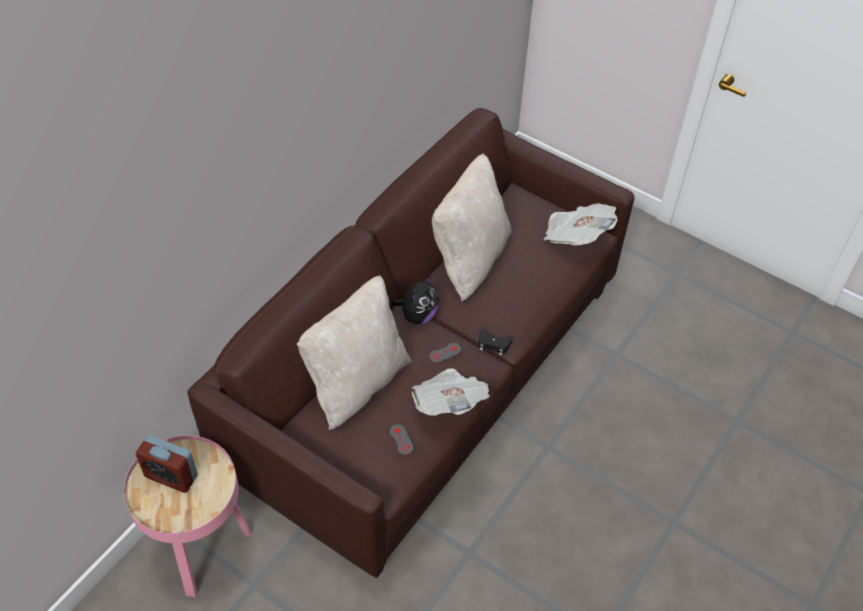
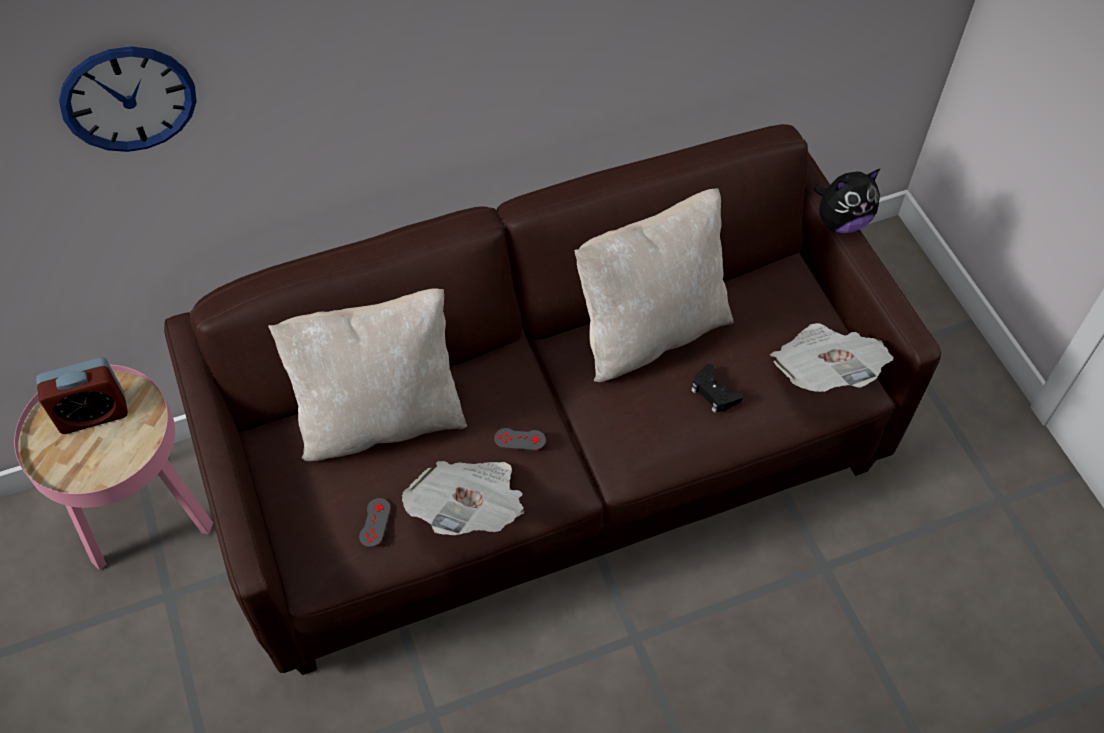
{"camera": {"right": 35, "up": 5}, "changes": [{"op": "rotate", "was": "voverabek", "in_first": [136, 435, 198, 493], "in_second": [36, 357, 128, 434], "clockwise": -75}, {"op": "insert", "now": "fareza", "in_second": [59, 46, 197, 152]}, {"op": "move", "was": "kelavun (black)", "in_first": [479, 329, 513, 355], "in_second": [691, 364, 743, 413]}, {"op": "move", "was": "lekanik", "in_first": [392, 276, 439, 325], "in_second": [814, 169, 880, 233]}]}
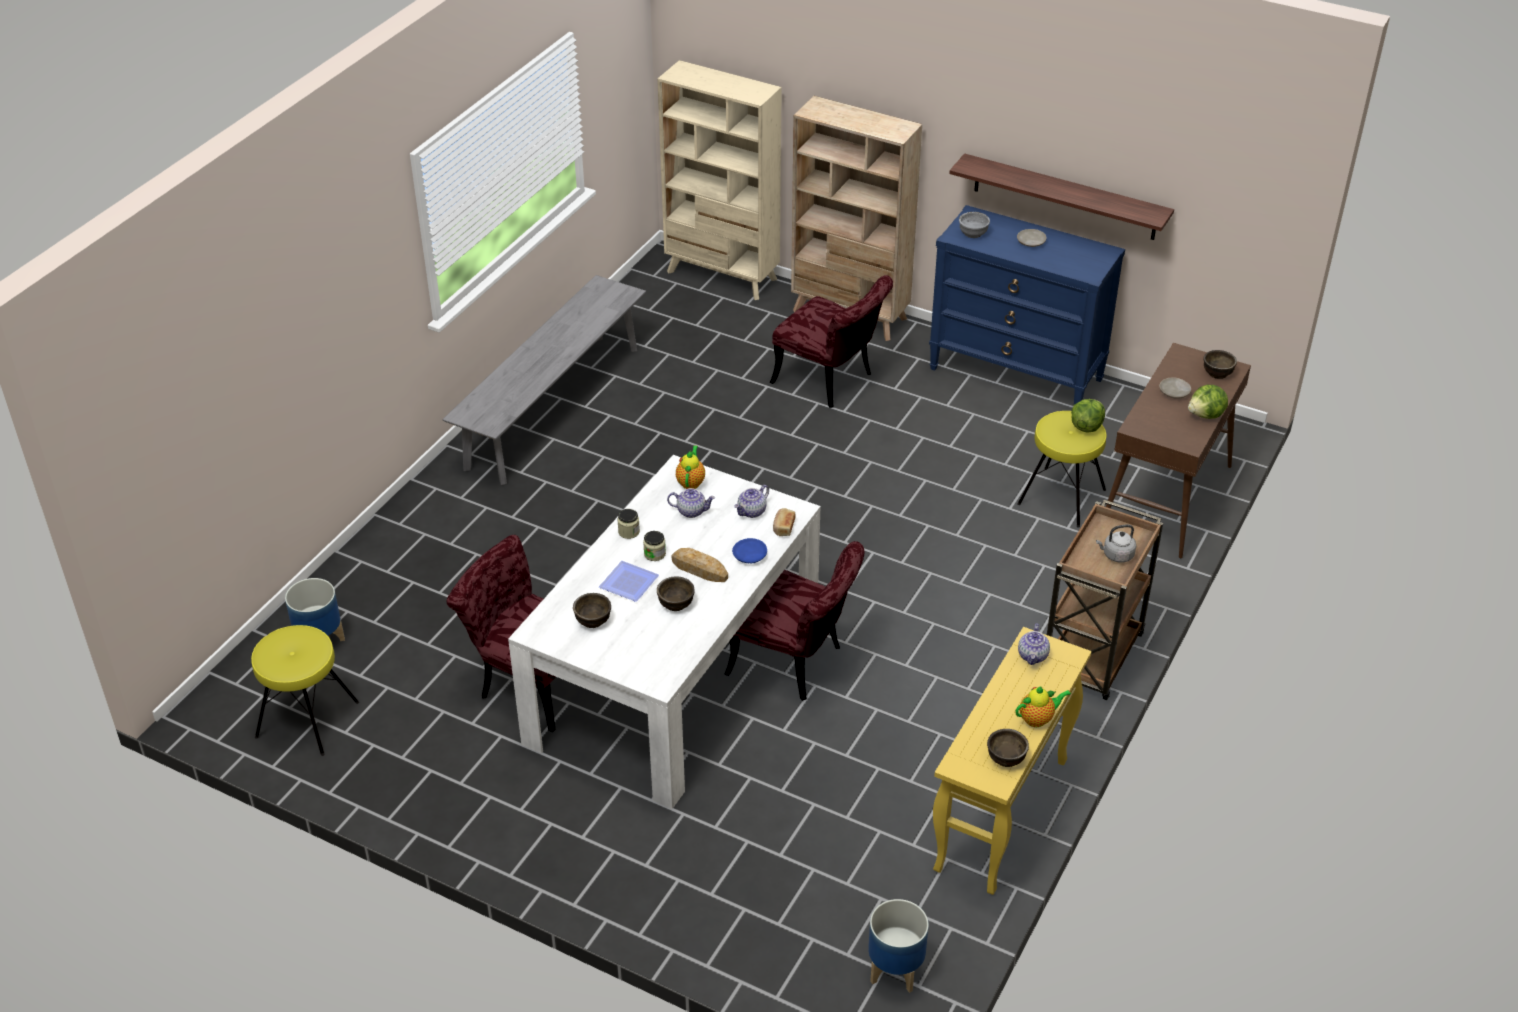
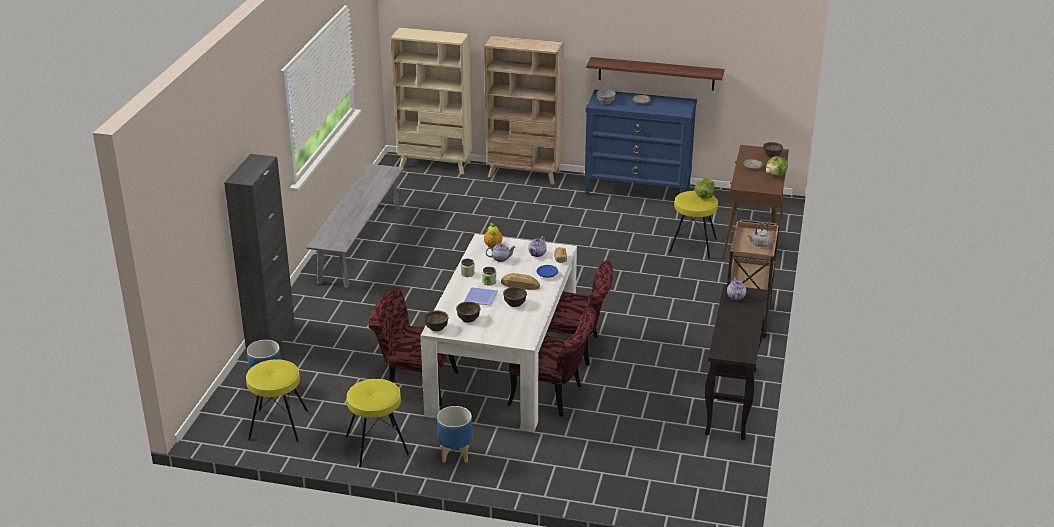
{"camera": {"right": -15, "up": -10}, "changes": [{"op": "insert", "now": "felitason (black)", "in_second": [224, 154, 295, 352]}, {"op": "insert", "now": "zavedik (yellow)", "in_second": [345, 379, 410, 468]}, {"op": "move", "was": "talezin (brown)", "in_first": [987, 729, 1029, 767], "in_second": [424, 310, 448, 331]}, {"op": "move", "was": "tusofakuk", "in_first": [868, 899, 929, 993], "in_second": [437, 406, 472, 463]}, {"op": "move", "was": "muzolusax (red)", "in_first": [770, 275, 893, 408], "in_second": [507, 308, 597, 417]}, {"op": "recolor", "was": "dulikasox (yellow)", "now": "dulikasox (black)", "in_first": [933, 627, 1091, 895], "in_second": [705, 285, 768, 440]}, {"op": "delete", "was": "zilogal", "in_first": [1015, 686, 1071, 727]}]}
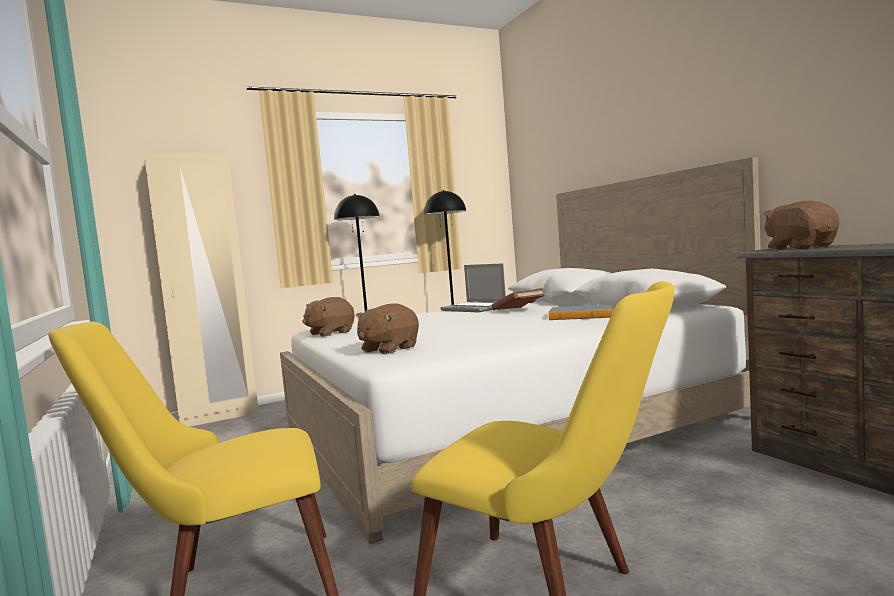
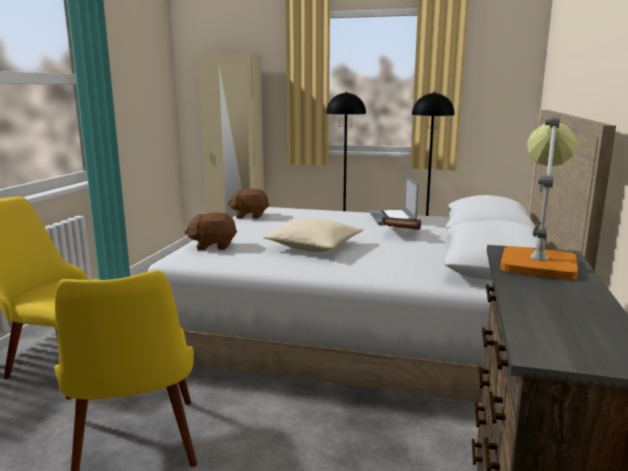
{"camera": {"right": 40, "up": 10}, "changes": [{"op": "insert", "now": "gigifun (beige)", "in_second": [263, 218, 364, 252]}, {"op": "replace", "was": "lekanik (brown)", "now": "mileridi", "in_first": [764, 201, 839, 250], "in_second": [500, 116, 578, 280]}, {"op": "delete", "was": "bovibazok", "in_first": [549, 305, 613, 320]}]}
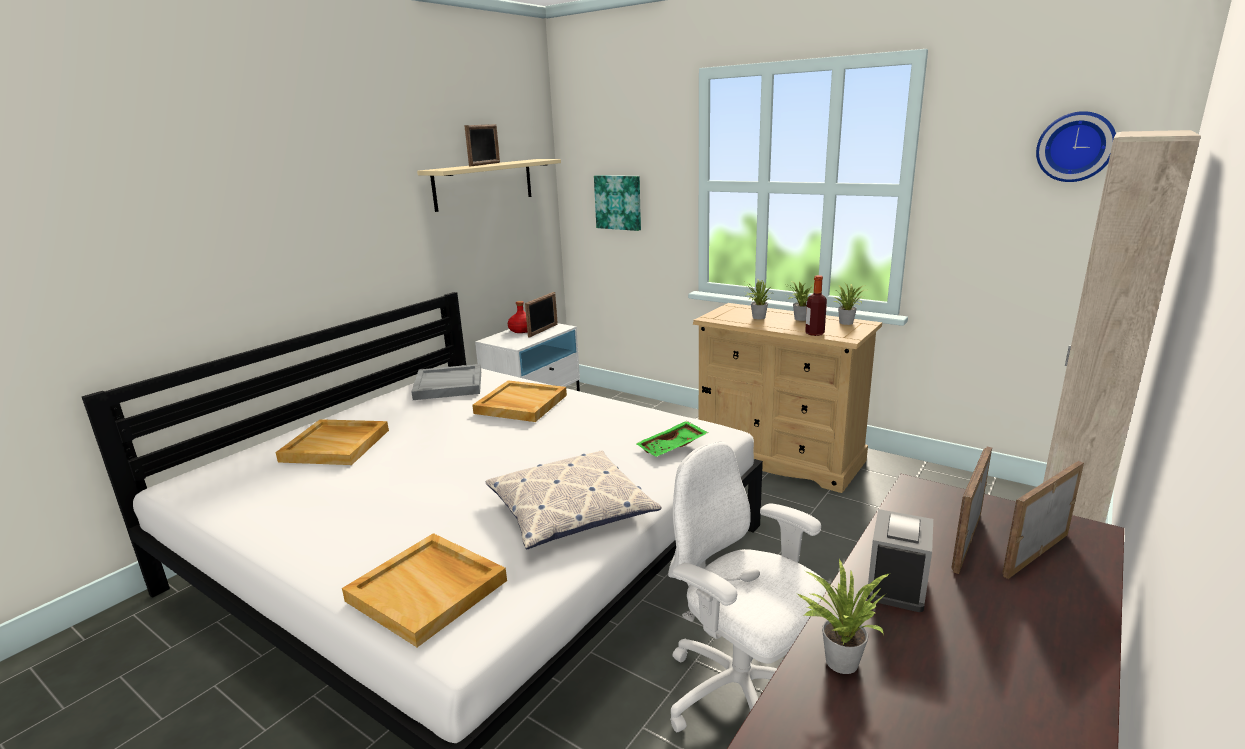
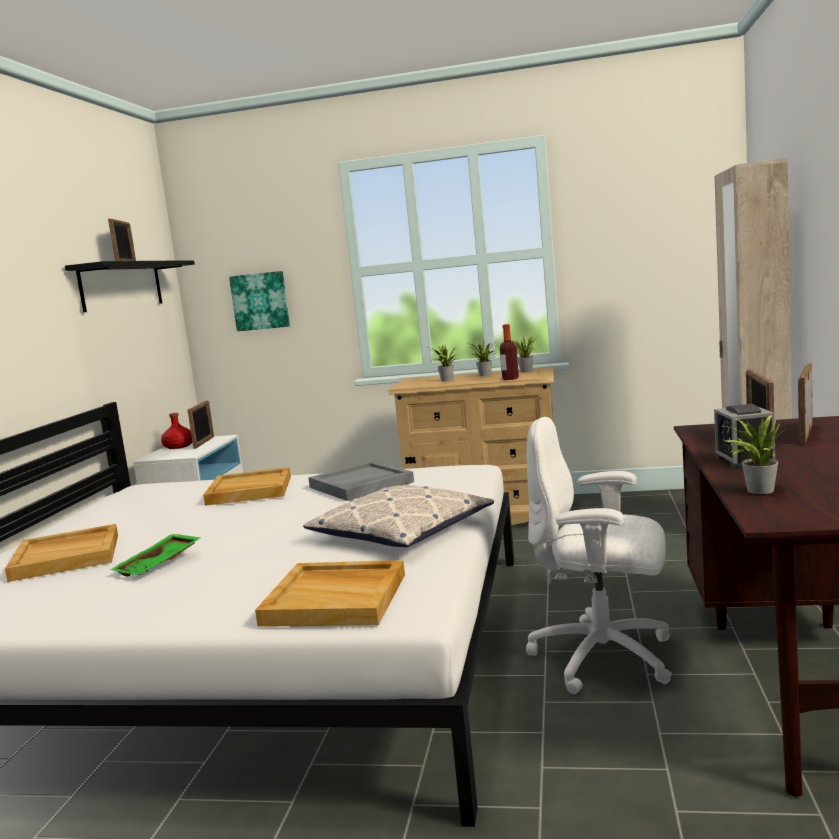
{"camera": {"right": -25, "up": -10}, "changes": [{"op": "recolor", "was": "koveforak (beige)", "now": "koveforak (black)", "in_first": [417, 159, 561, 212], "in_second": [65, 260, 195, 313]}, {"op": "move", "was": "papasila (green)", "in_first": [636, 421, 708, 457], "in_second": [110, 534, 200, 577]}, {"op": "move", "was": "papasila (grey)", "in_first": [411, 364, 481, 400], "in_second": [308, 461, 414, 501]}, {"op": "delete", "was": "fareza", "in_first": [1036, 111, 1116, 182]}]}
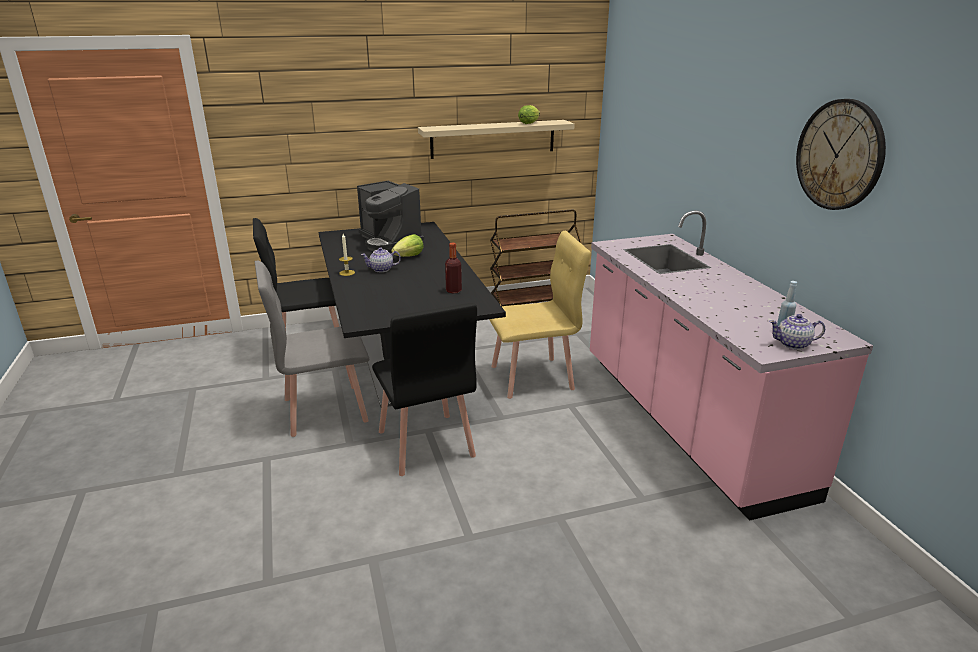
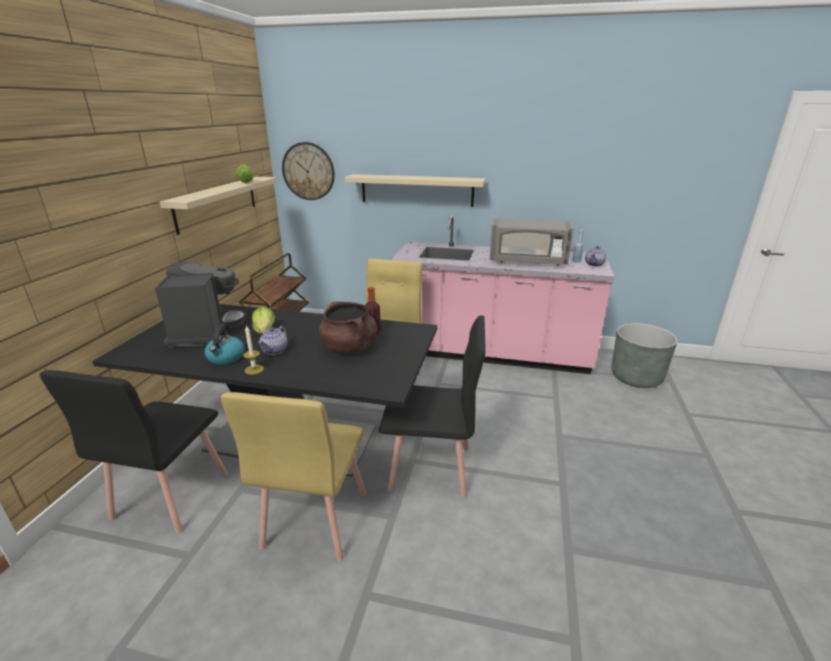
{"camera": {"right": -60, "up": 0}, "changes": [{"op": "rotate", "was": "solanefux", "in_first": [357, 181, 424, 251], "in_second": [155, 261, 246, 348], "clockwise": -90}, {"op": "insert", "now": "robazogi", "in_second": [205, 324, 244, 365]}, {"op": "recolor", "was": "muzolusax (grey)", "now": "muzolusax (yellow)", "in_first": [255, 261, 370, 437], "in_second": [221, 392, 366, 561]}, {"op": "move", "was": "fareza", "in_first": [796, 99, 886, 210], "in_second": [282, 142, 335, 200]}, {"op": "insert", "now": "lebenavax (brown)", "in_second": [319, 302, 377, 354]}, {"op": "insert", "now": "koveforak (beige)", "in_second": [345, 174, 486, 207]}, {"op": "insert", "now": "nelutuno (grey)", "in_second": [490, 219, 573, 266]}, {"op": "insert", "now": "tusofakuk (grey)", "in_second": [612, 323, 678, 388]}]}
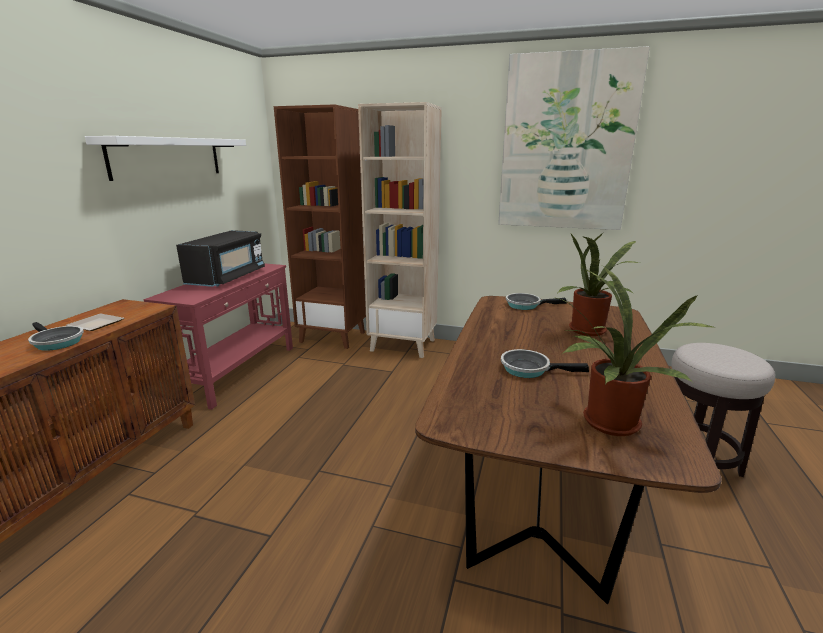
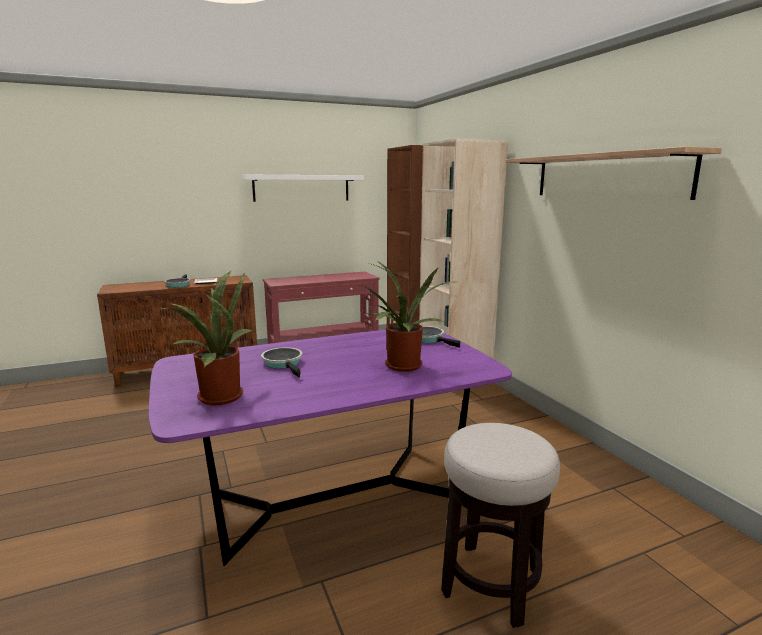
{"camera": {"right": 50, "up": -5}, "changes": [{"op": "recolor", "was": "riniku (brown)", "now": "riniku (purple)", "in_first": [415, 296, 722, 604], "in_second": [149, 329, 512, 566]}, {"op": "replace", "was": "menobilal", "now": "koveforak", "in_first": [498, 46, 650, 230], "in_second": [506, 146, 722, 200]}, {"op": "delete", "was": "nelutuno (black)", "in_first": [176, 230, 265, 287]}]}
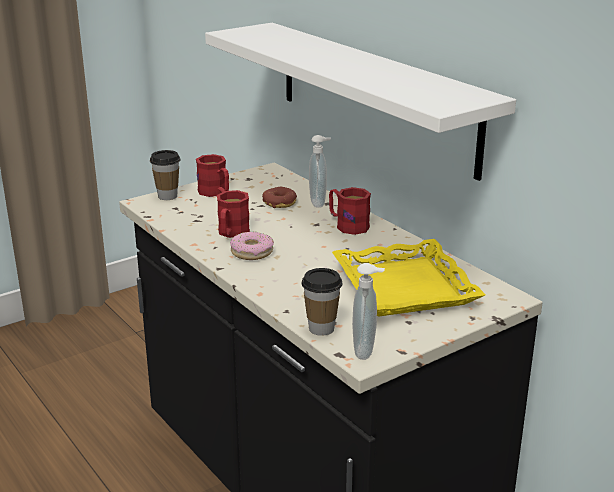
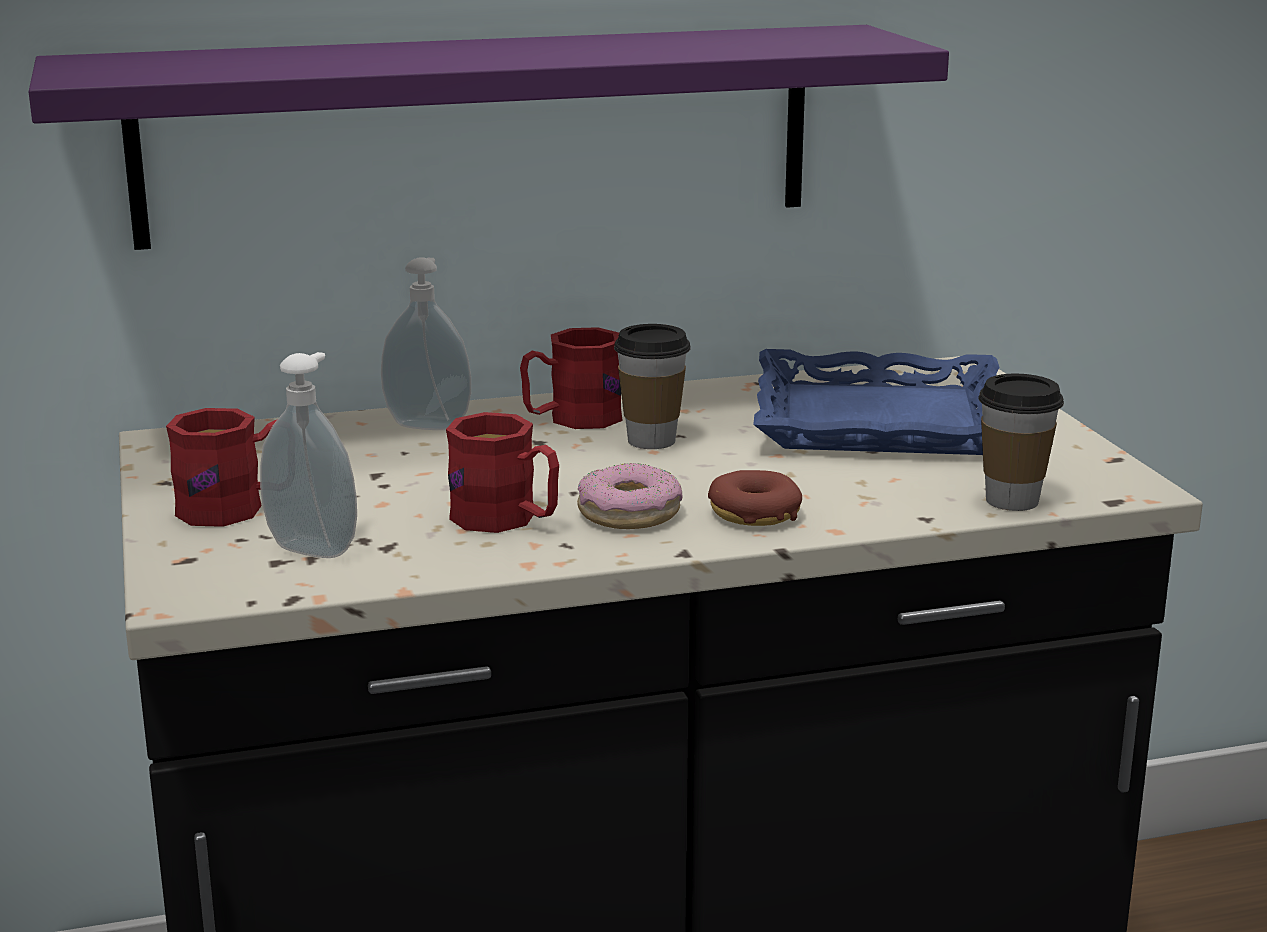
{"camera": {"right": -70, "up": -5}, "changes": [{"op": "recolor", "was": "koveforak (white)", "now": "koveforak (purple)", "in_first": [205, 23, 516, 181], "in_second": [29, 25, 949, 250]}, {"op": "move", "was": "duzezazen", "in_first": [352, 263, 385, 360], "in_second": [260, 352, 357, 558]}, {"op": "move", "was": "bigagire", "in_first": [150, 150, 180, 200], "in_second": [614, 324, 691, 449]}, {"op": "move", "was": "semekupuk", "in_first": [262, 187, 297, 208], "in_second": [708, 470, 802, 526]}, {"op": "recolor", "was": "papasila (yellow)", "now": "papasila (blue)", "in_first": [332, 239, 485, 317], "in_second": [753, 349, 999, 455]}]}
